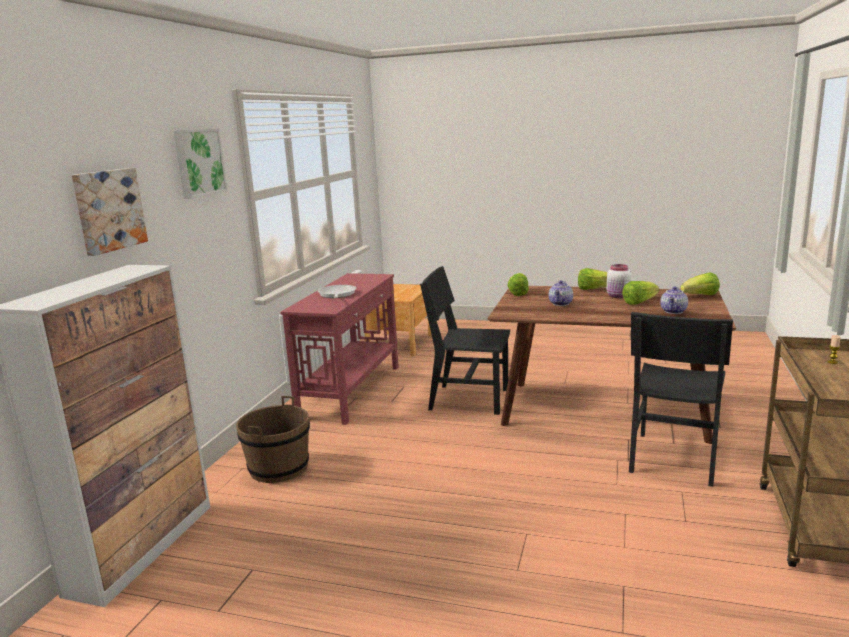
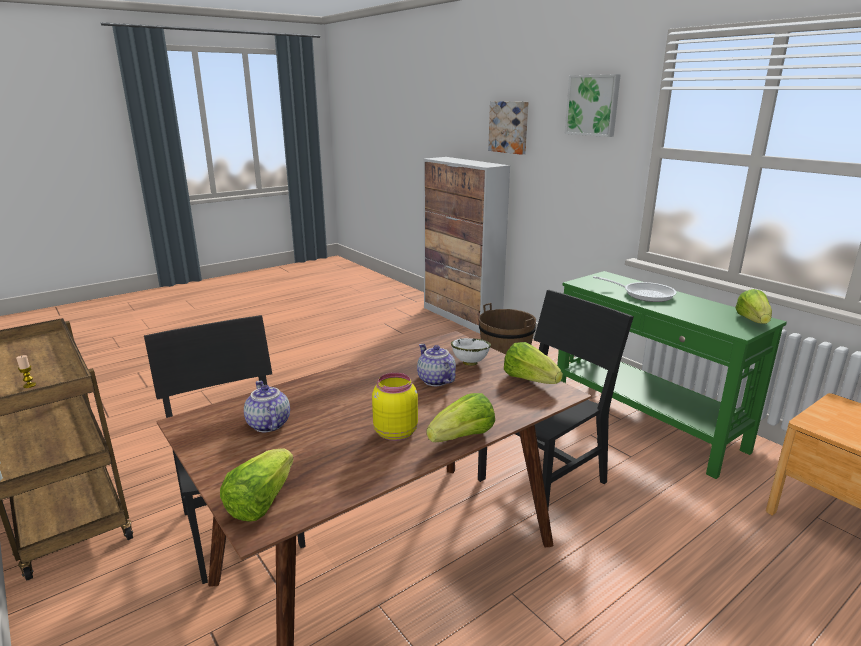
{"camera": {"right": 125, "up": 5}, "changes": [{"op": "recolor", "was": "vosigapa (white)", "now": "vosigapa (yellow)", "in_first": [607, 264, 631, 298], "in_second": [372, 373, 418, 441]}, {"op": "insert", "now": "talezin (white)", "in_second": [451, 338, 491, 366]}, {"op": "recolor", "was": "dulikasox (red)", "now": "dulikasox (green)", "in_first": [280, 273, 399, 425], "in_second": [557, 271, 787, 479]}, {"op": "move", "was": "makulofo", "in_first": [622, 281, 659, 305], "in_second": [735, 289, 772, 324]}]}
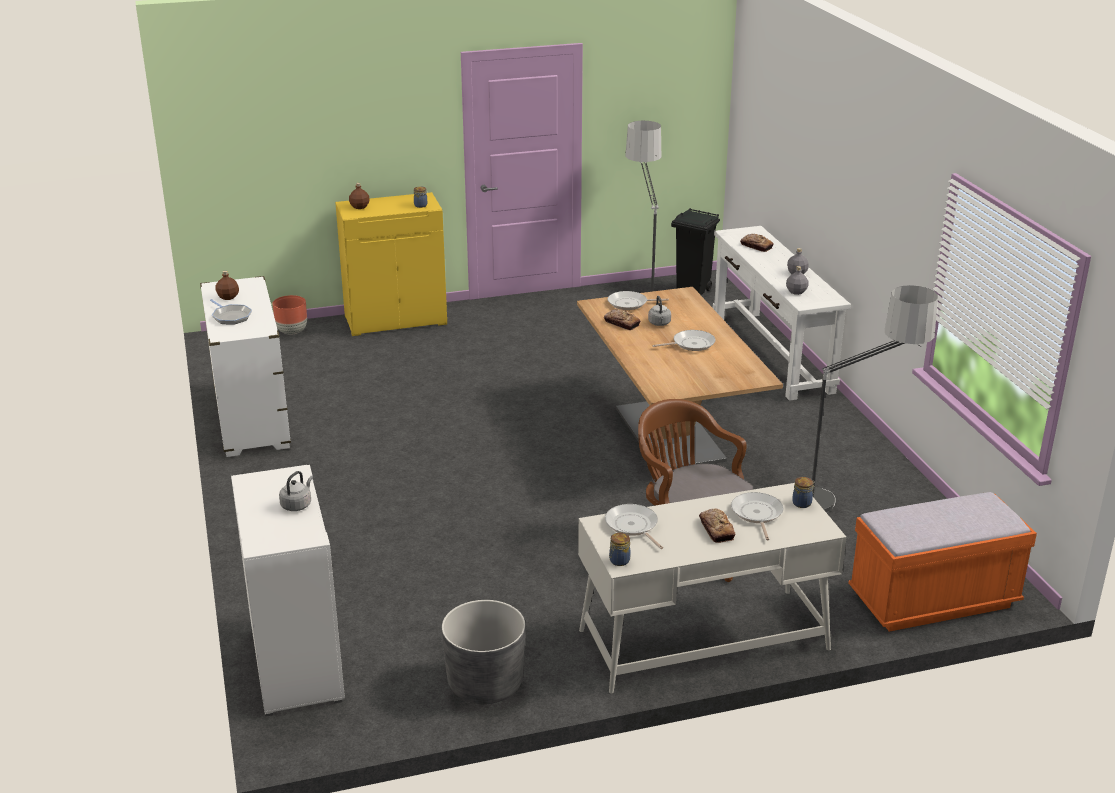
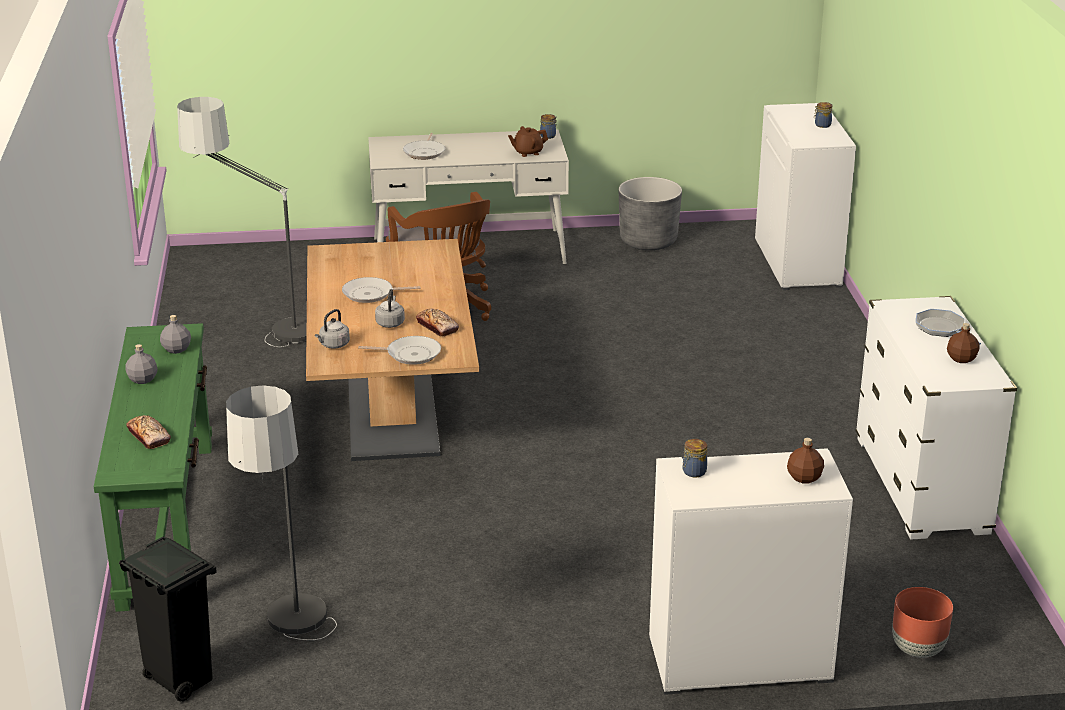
{"camera": {"right": -170, "up": 0}, "changes": [{"op": "recolor", "was": "dulikasox (white)", "now": "dulikasox (green)", "in_first": [713, 226, 851, 401], "in_second": [93, 323, 212, 612]}, {"op": "move", "was": "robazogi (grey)", "in_first": [279, 471, 312, 511], "in_second": [315, 309, 350, 349]}, {"op": "replace", "was": "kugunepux", "now": "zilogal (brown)", "in_first": [605, 504, 663, 549], "in_second": [508, 126, 548, 157]}, {"op": "recolor", "was": "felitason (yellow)", "now": "felitason (white)", "in_first": [335, 192, 447, 336], "in_second": [649, 448, 853, 695]}, {"op": "move", "was": "vosigapa", "in_first": [792, 477, 815, 508], "in_second": [814, 102, 833, 128]}, {"op": "delete", "was": "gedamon", "in_first": [699, 509, 735, 543]}, {"op": "delete", "was": "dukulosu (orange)", "in_first": [848, 492, 1037, 632]}]}
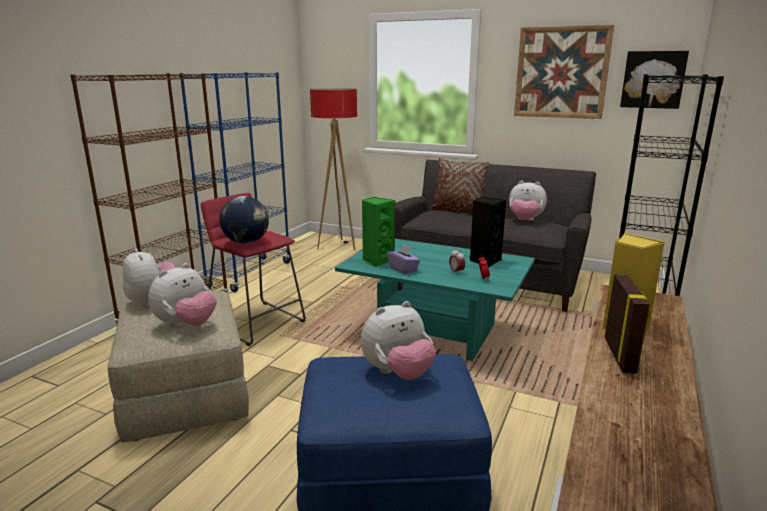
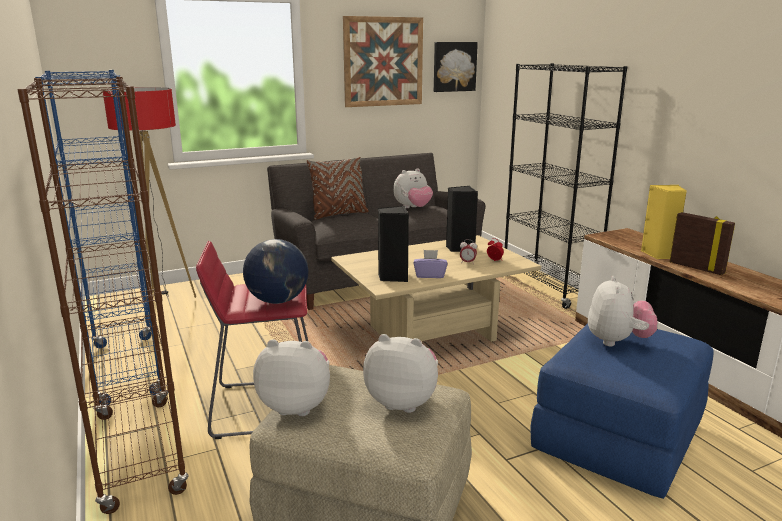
{"camera": {"right": -50, "up": 0}, "changes": [{"op": "recolor", "was": "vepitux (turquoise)", "now": "vepitux (beige)", "in_first": [335, 239, 535, 361], "in_second": [331, 235, 541, 342]}, {"op": "rotate", "was": "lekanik", "in_first": [148, 263, 216, 328], "in_second": [363, 334, 438, 413], "clockwise": -60}, {"op": "recolor", "was": "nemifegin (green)", "now": "nemifegin (black)", "in_first": [362, 197, 395, 267], "in_second": [378, 206, 409, 282]}]}
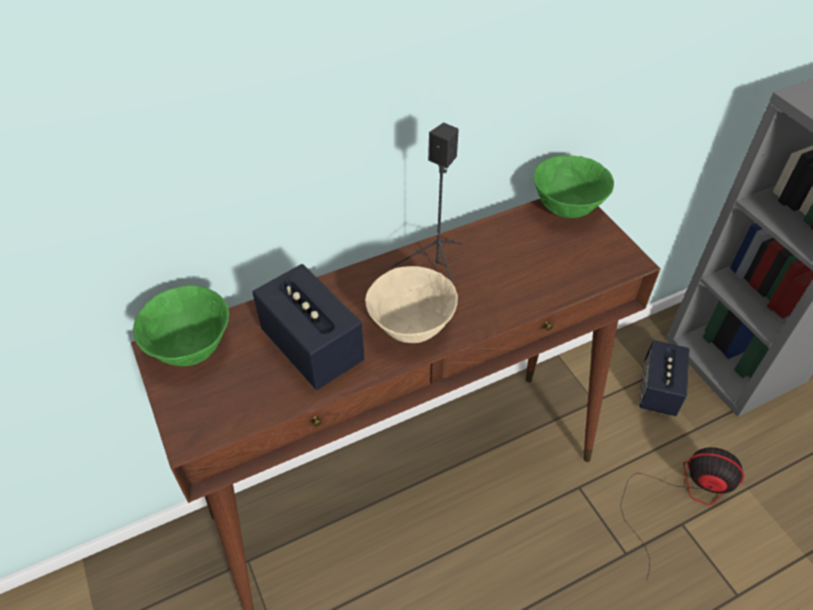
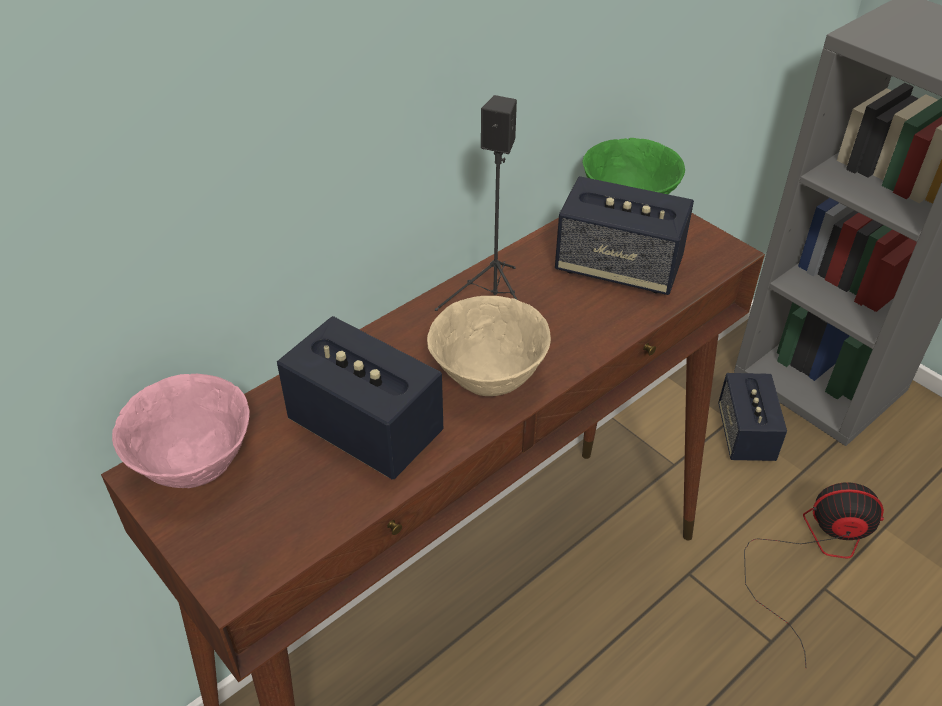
{"camera": {"right": -15, "up": -5}, "changes": [{"op": "recolor", "was": "talezin (green)", "now": "talezin (pink)", "in_first": [133, 285, 229, 366], "in_second": [112, 374, 250, 488]}, {"op": "insert", "now": "nemifegin", "in_second": [555, 176, 694, 295]}]}
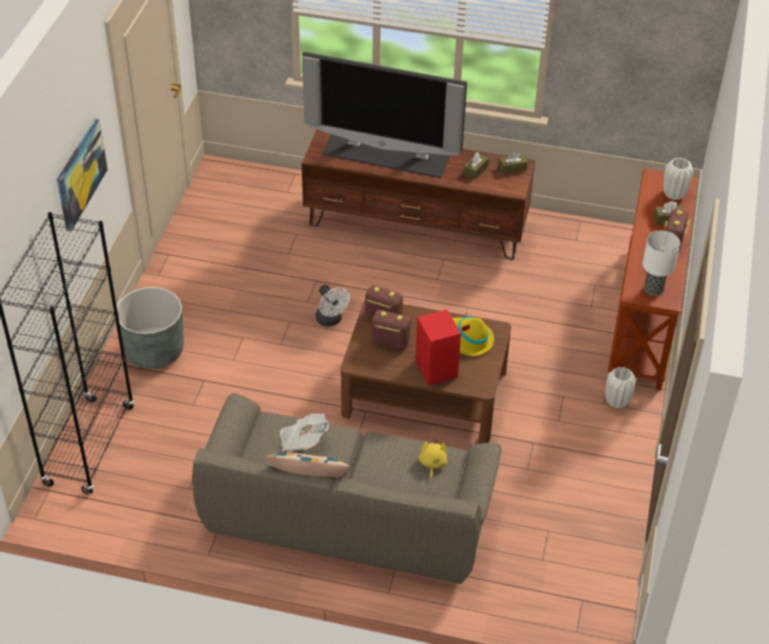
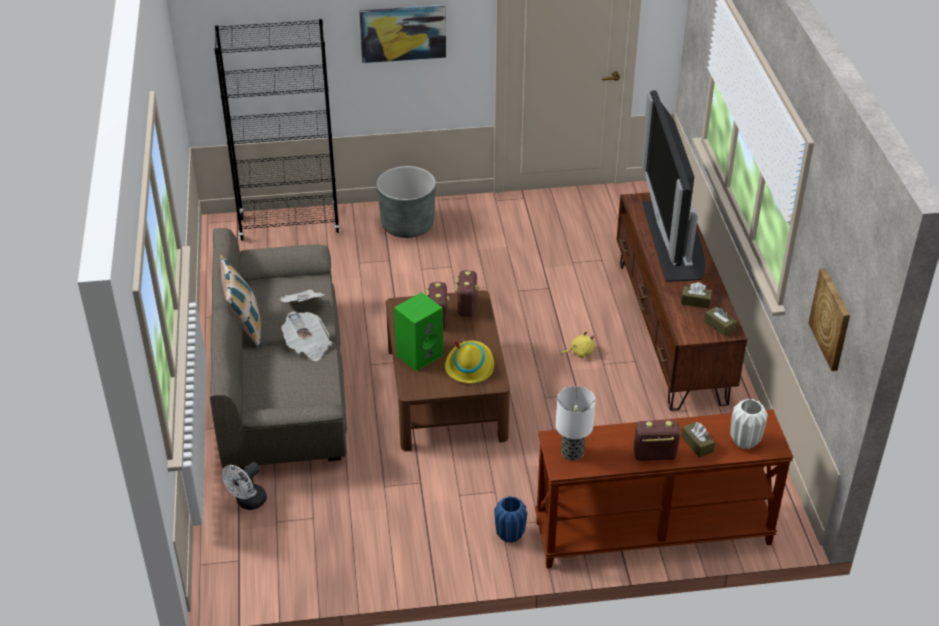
{"camera": {"right": 70, "up": -5}, "changes": [{"op": "move", "was": "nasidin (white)", "in_first": [316, 285, 350, 326], "in_second": [222, 462, 267, 510]}, {"op": "insert", "now": "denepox", "in_second": [281, 311, 332, 361]}, {"op": "recolor", "was": "nemifegin (red)", "now": "nemifegin (green)", "in_first": [415, 309, 461, 386], "in_second": [394, 292, 443, 371]}, {"op": "recolor", "was": "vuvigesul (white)", "now": "vuvigesul (blue)", "in_first": [605, 367, 636, 408], "in_second": [494, 496, 527, 543]}, {"op": "move", "was": "lekanik (yellow)", "in_first": [419, 438, 447, 480], "in_second": [562, 331, 595, 358]}, {"op": "insert", "now": "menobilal", "in_second": [808, 268, 850, 371]}]}
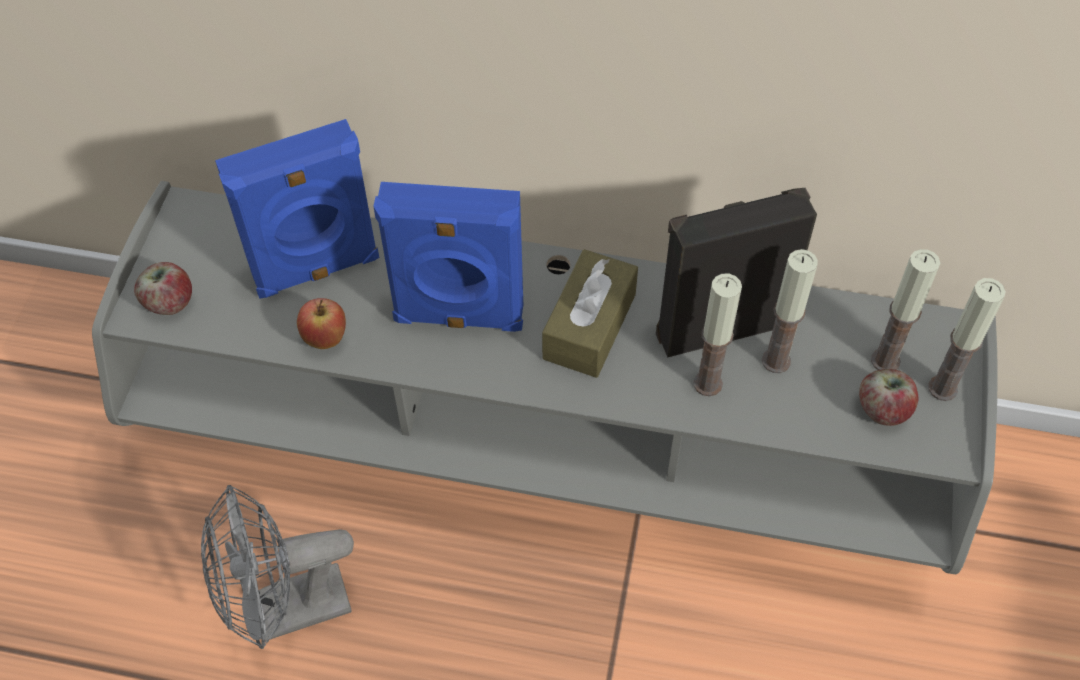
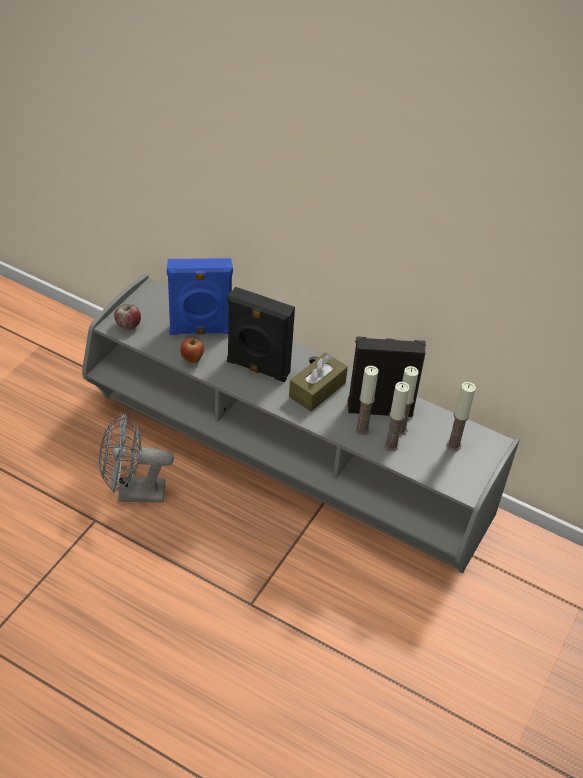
{"camera": {"right": 15, "up": -10}, "changes": [{"op": "recolor", "was": "nemifegin (blue)", "now": "nemifegin (black)", "in_first": [373, 182, 523, 332], "in_second": [227, 287, 295, 382]}, {"op": "move", "was": "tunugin", "in_first": [928, 278, 1006, 401], "in_second": [384, 382, 410, 451]}, {"op": "delete", "was": "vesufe", "in_first": [859, 369, 918, 426]}]}
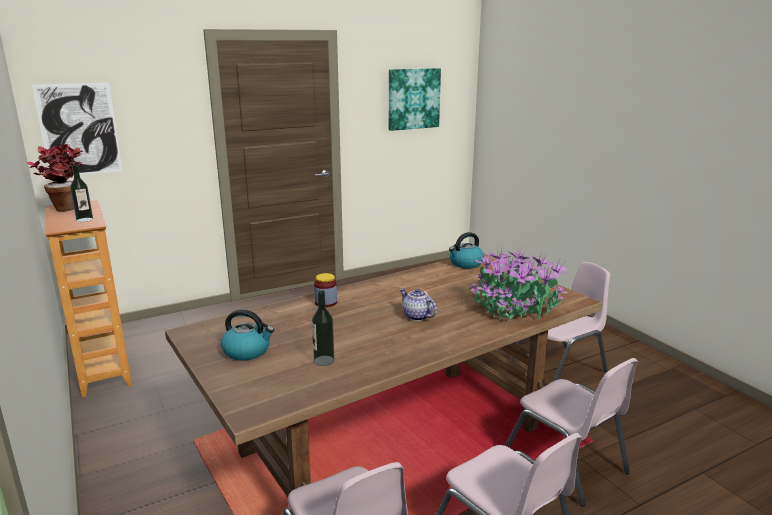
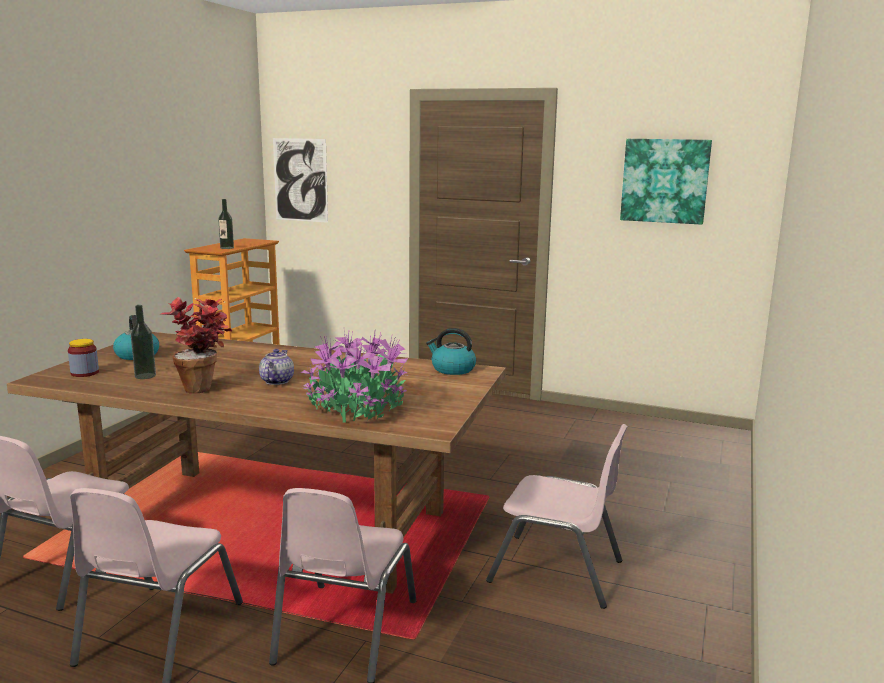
{"camera": {"right": 50, "up": -5}, "changes": [{"op": "move", "was": "vosigapa", "in_first": [314, 273, 337, 307], "in_second": [68, 339, 99, 377]}, {"op": "move", "was": "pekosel", "in_first": [27, 144, 83, 212], "in_second": [161, 297, 232, 394]}]}
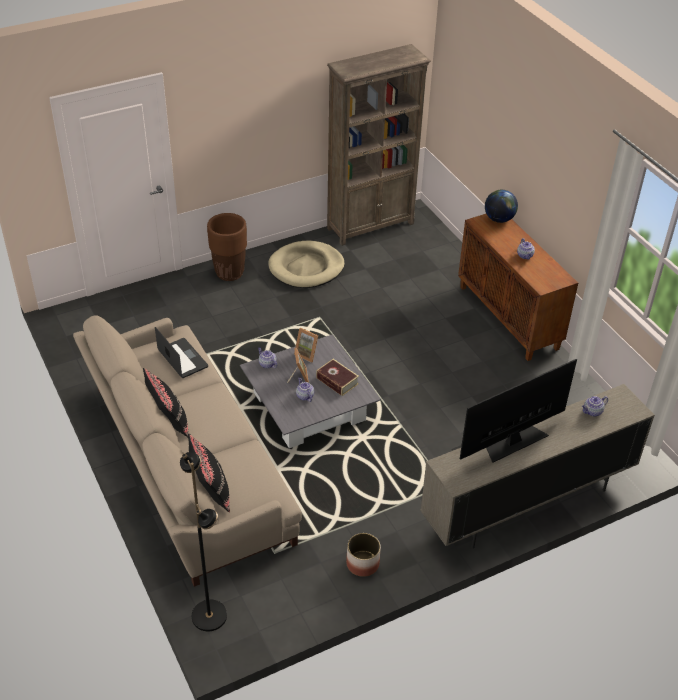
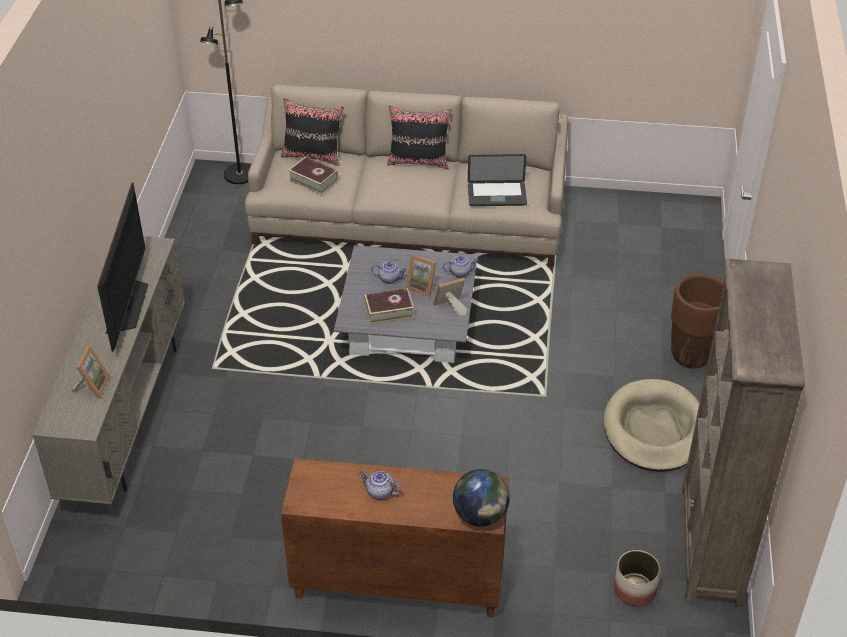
{"camera": {"right": 125, "up": 0}, "changes": [{"op": "replace", "was": "zilogal", "now": "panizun", "in_first": [582, 396, 608, 417], "in_second": [72, 345, 110, 398]}, {"op": "insert", "now": "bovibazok", "in_second": [288, 157, 338, 194]}, {"op": "move", "was": "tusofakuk", "in_first": [346, 533, 381, 577], "in_second": [614, 550, 660, 606]}]}
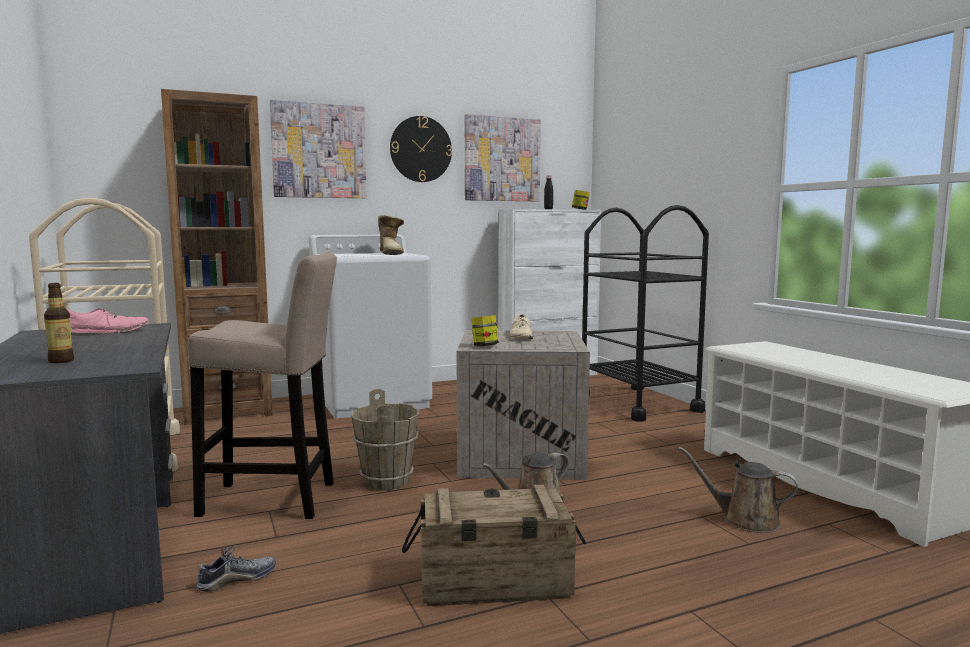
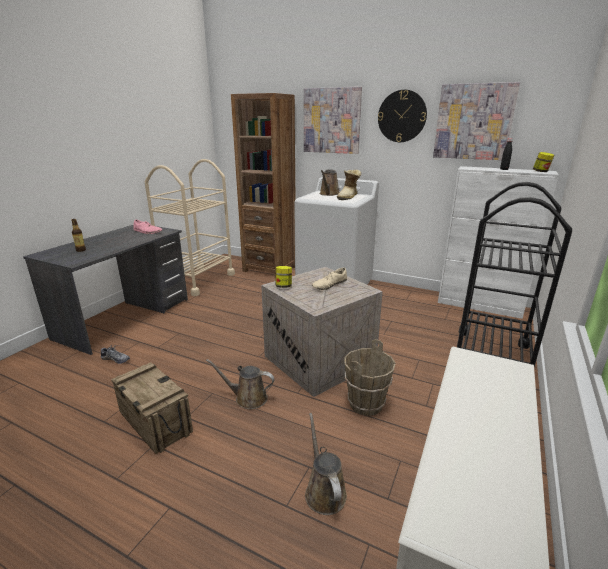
{"camera": {"right": 50, "up": 15}, "changes": [{"op": "insert", "now": "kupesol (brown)", "in_second": [320, 169, 339, 196]}, {"op": "move", "was": "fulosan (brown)", "in_first": [351, 389, 420, 491], "in_second": [344, 339, 395, 416]}, {"op": "delete", "was": "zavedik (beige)", "in_first": [188, 253, 337, 519]}]}
